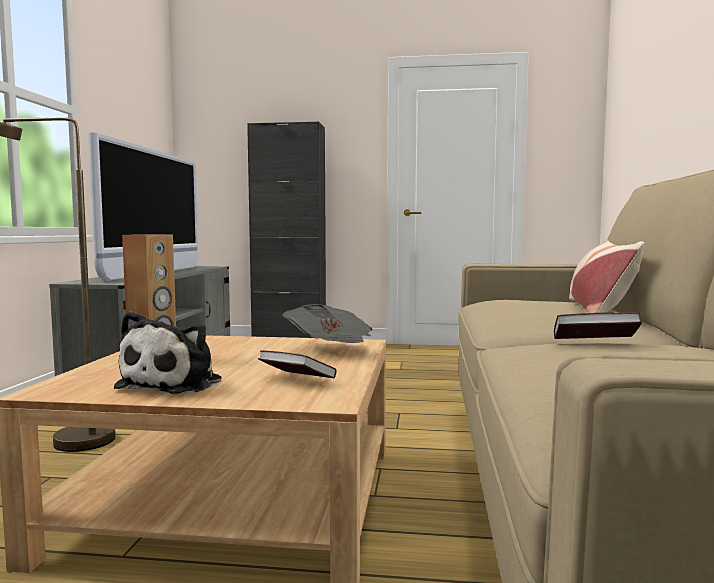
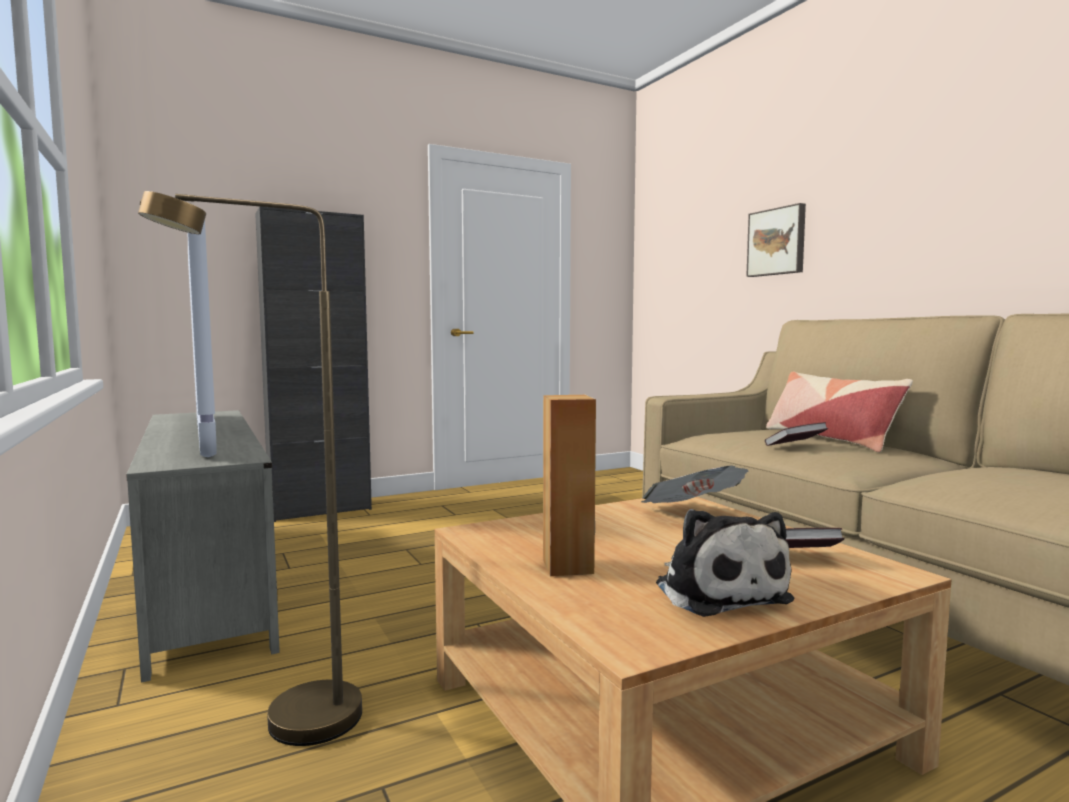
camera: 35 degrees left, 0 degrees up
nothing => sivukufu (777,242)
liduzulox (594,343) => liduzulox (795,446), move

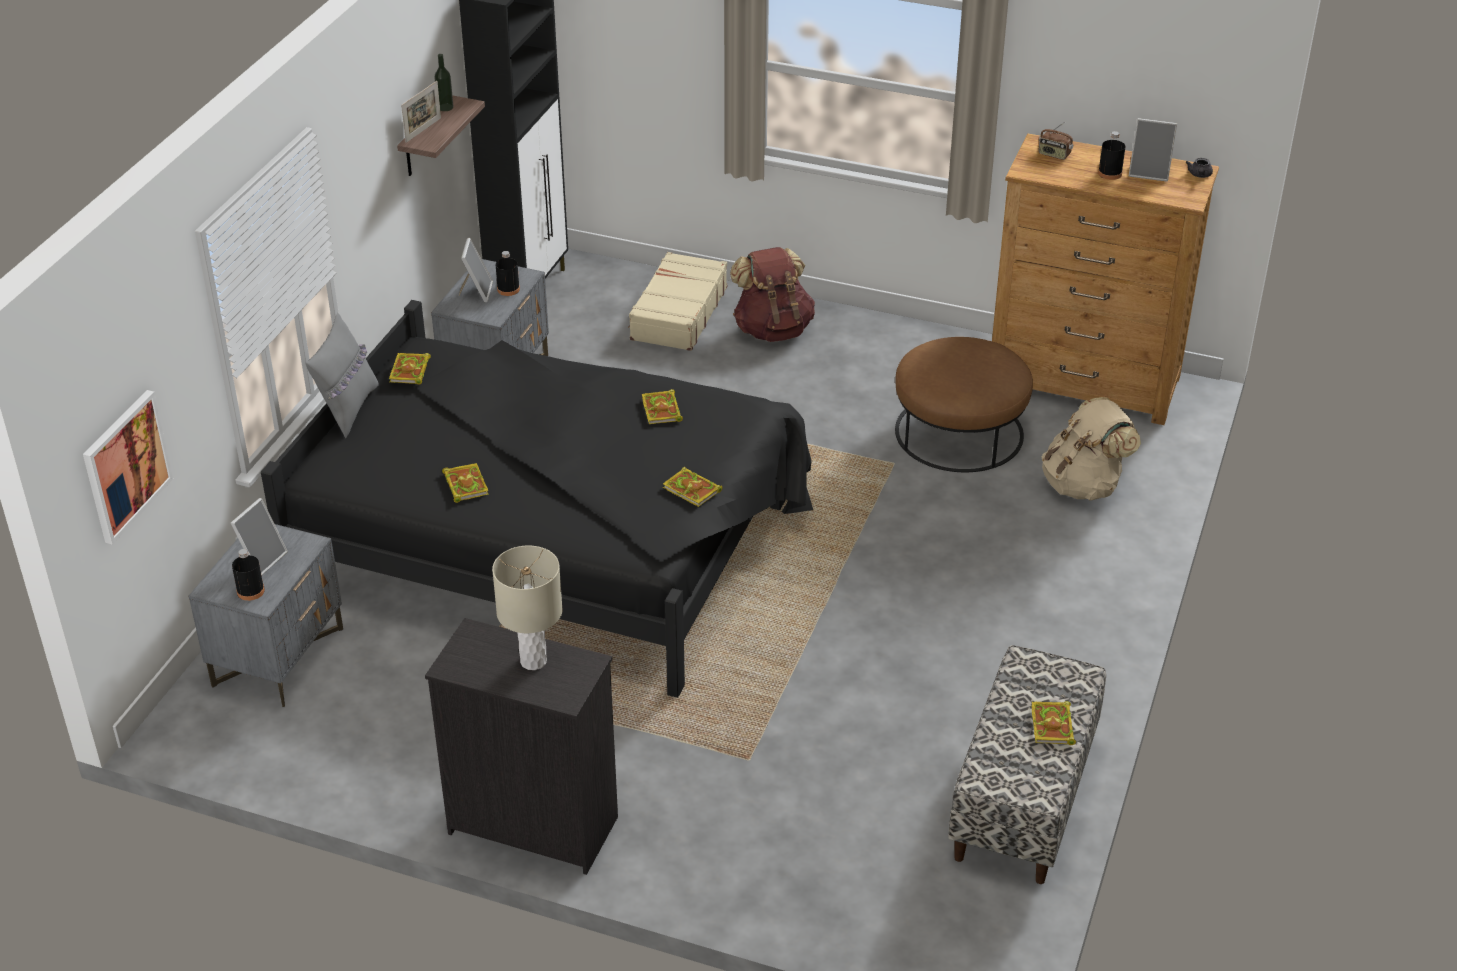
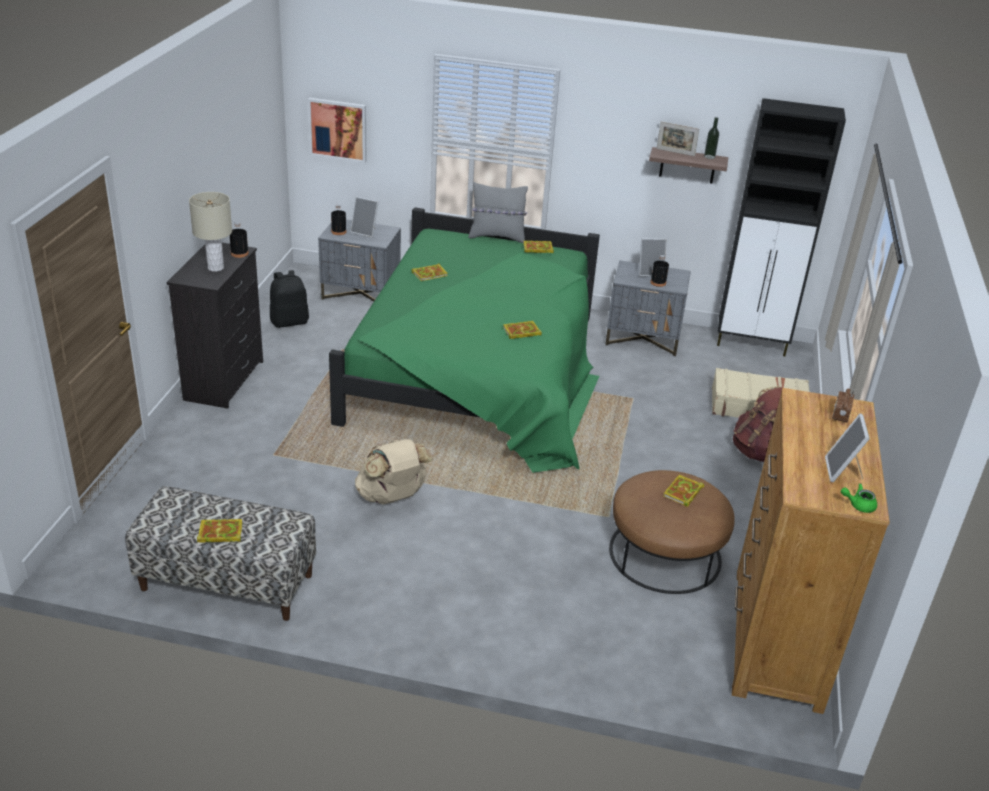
camera: 80 degrees right, 5 degrees down
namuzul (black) (1110,173) => namuzul (black) (239,253), move
nothing => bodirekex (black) (289,322)
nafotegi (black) (558,540) => nafotegi (green) (479,372)
bodirekex (beige) (1084,485) => bodirekex (beige) (392,497), move
liduzulox (693,490) => liduzulox (683,493), move
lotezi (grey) (1199,175) => lotezi (green) (858,505)

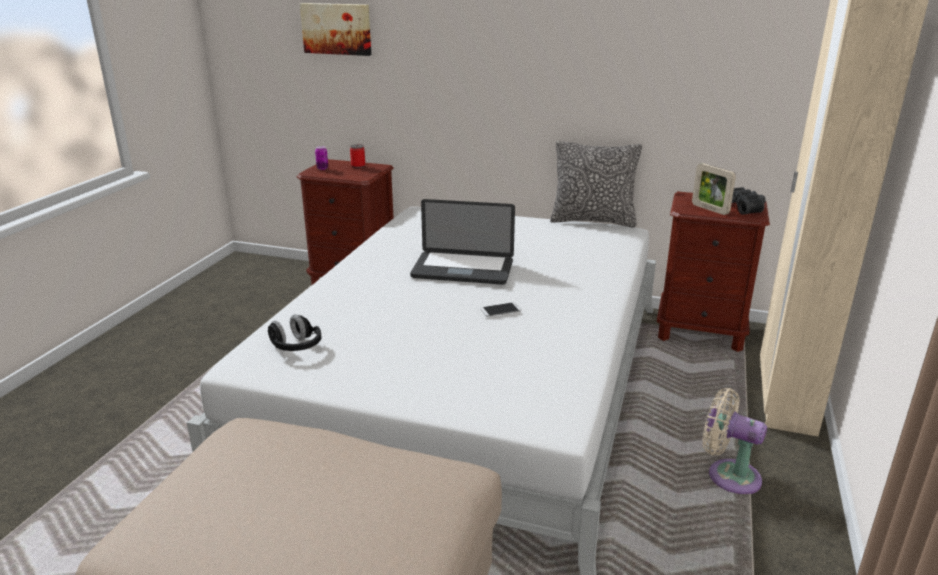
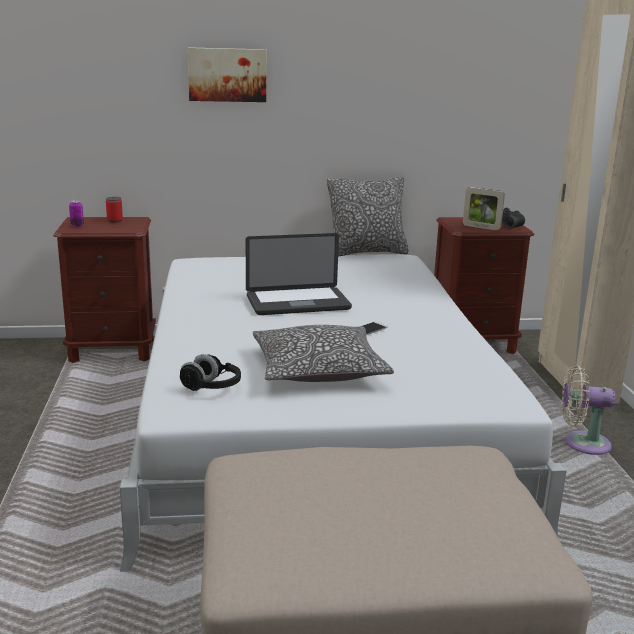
camera: 25 degrees left, 5 degrees down
sivukufu (337,28) => sivukufu (227,74), move
nothing => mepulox (318,370)

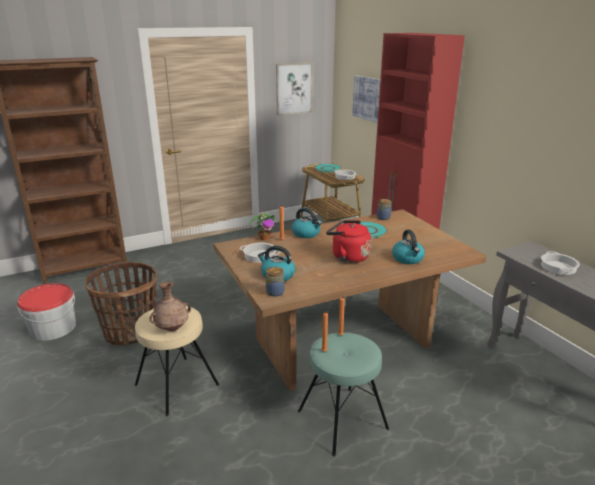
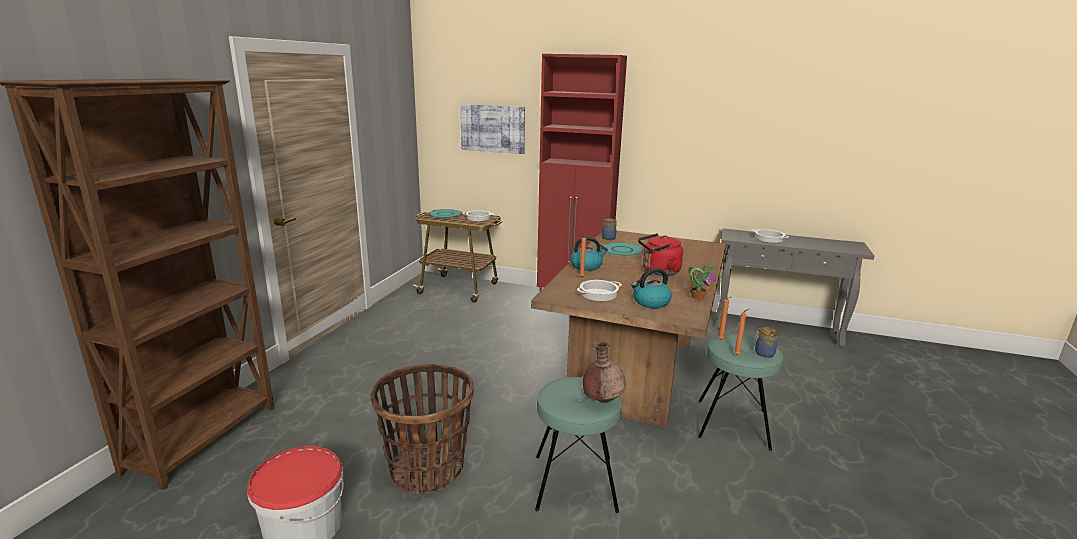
camera: 45 degrees left, 5 degrees down
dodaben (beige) (177,385) => dodaben (turquoise) (574,482)
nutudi (264,238) => nutudi (697,297), move
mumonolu (274,292) => mumonolu (763,353), move
sivukufu (294,88) => nothing
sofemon (408,259) => nothing

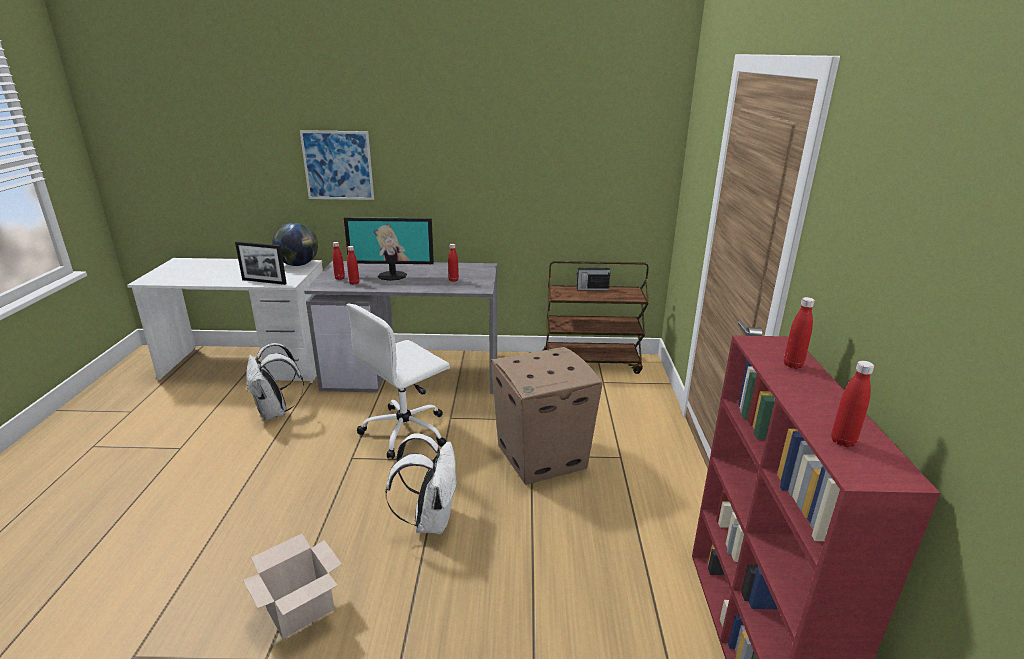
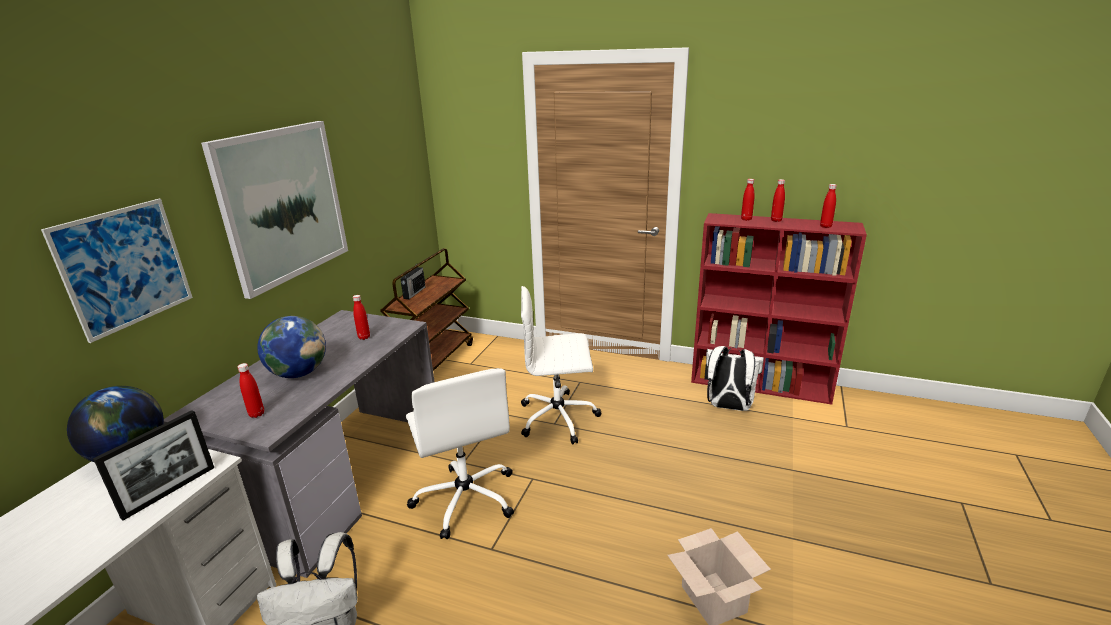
camera: 70 degrees left, 0 degrees up
nothing => sivukufu (283,204)
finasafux (392,275) => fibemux (299,373)
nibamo (543,456) => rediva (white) (559,418)
bodirekex (white) (430,520) => bodirekex (white) (728,407), move
namuzul (red) (354,283) => namuzul (red) (776,220), move

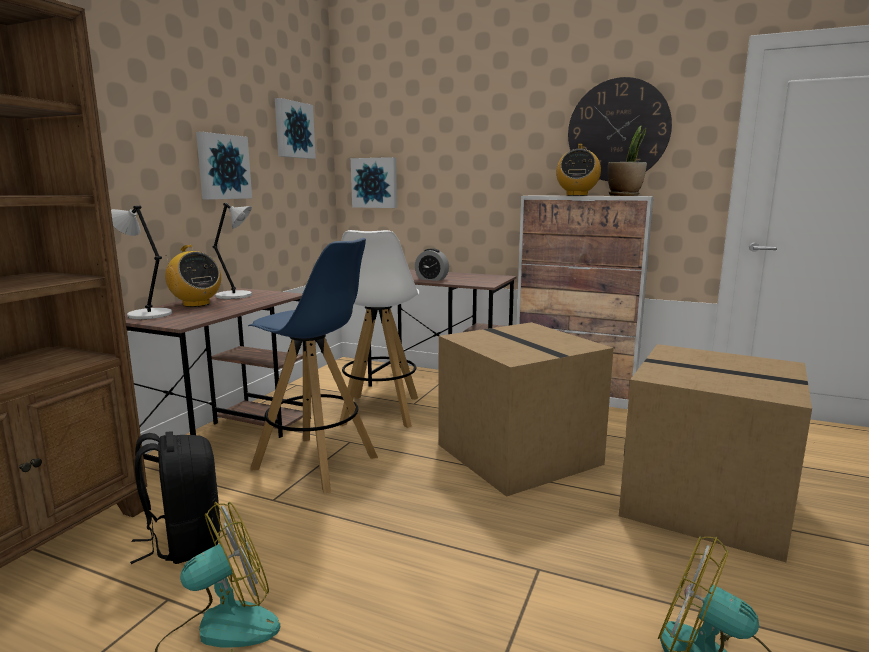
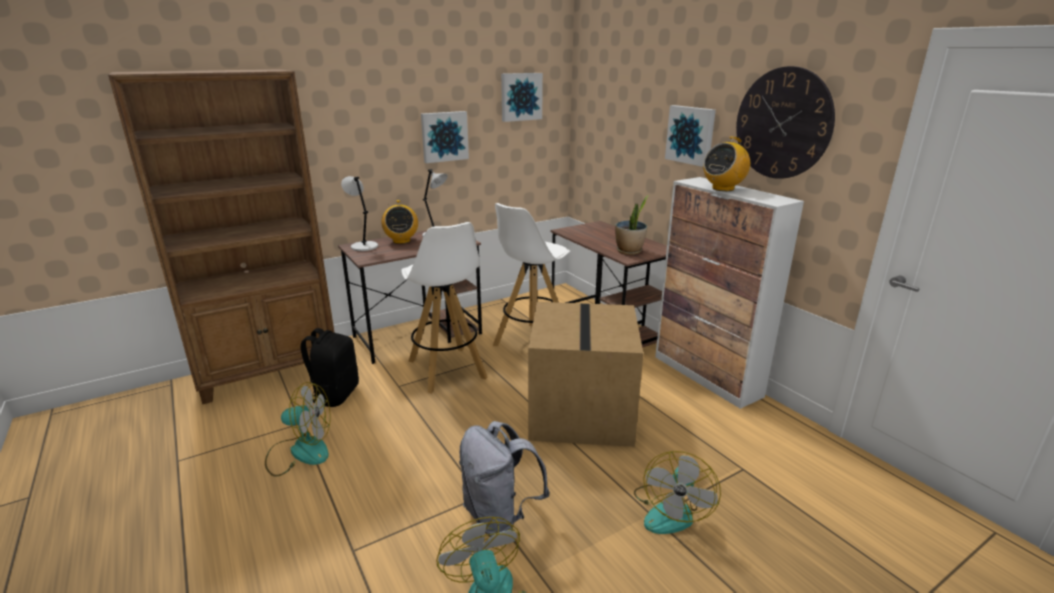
camera: 35 degrees right, 10 degrees up
dodaben (blue) (316,463) => dodaben (white) (447,370)
nothing => bodirekex (grey) (500,517)
nutudi (624,195) => nutudi (629,251), move
nibamo (707,501) => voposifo (671,511)
sivukufu (375,183) => sivukufu (691,135), move
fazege (431,279) => nothing

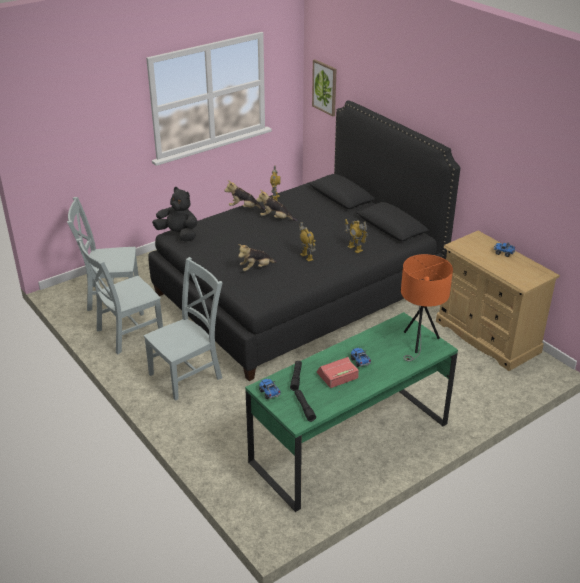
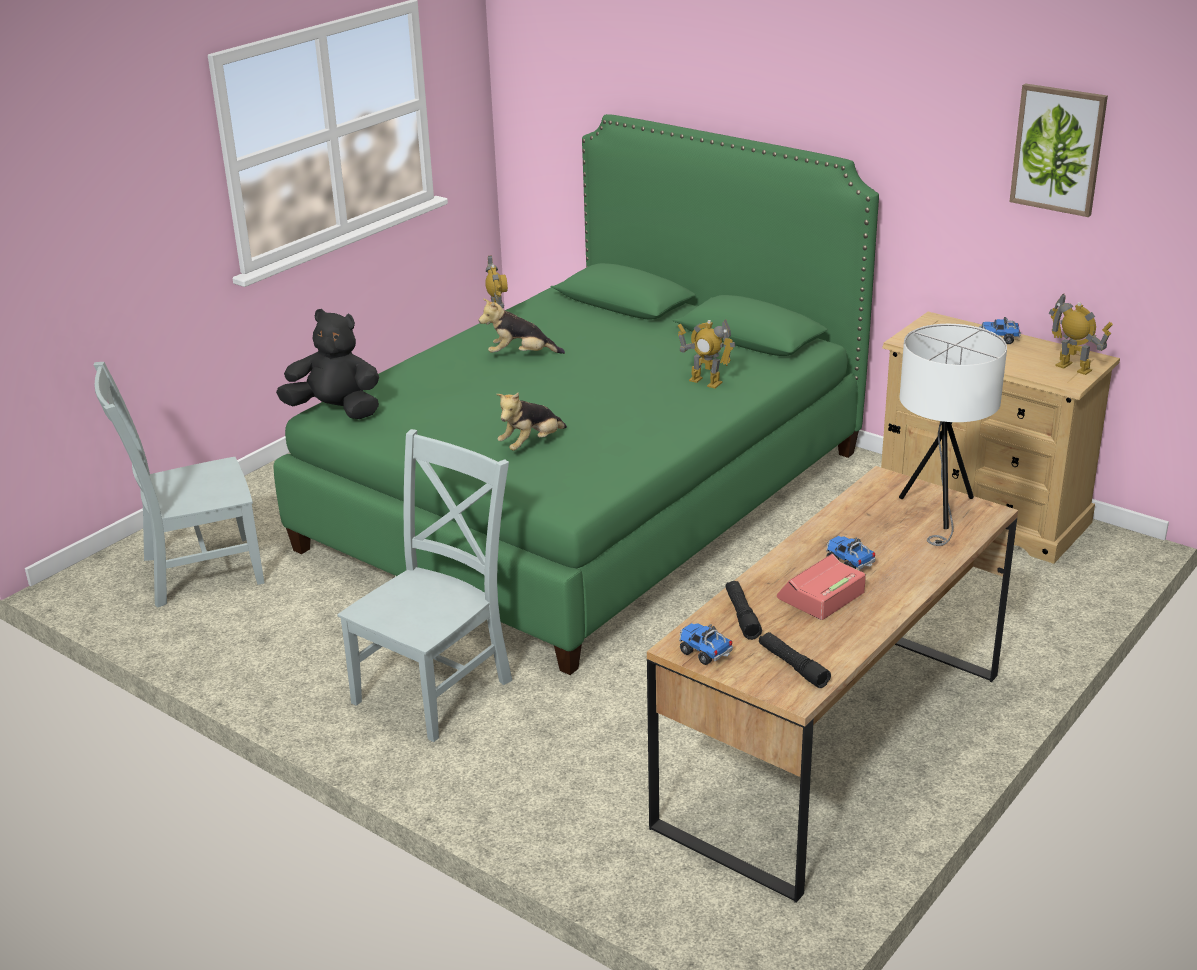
camera: 15 degrees left, 5 degrees down
nafotegi (black) (299,292) => nafotegi (green) (587,498)
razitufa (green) (350,442) => razitufa (brown) (833,747)
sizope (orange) (418,343) => sizope (white) (938,512)
sivukufu (325,87) => sivukufu (1058,149), move
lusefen (306,257) => lusefen (1073,368), move
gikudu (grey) (127,333) => nothing
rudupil (244,208) => nothing

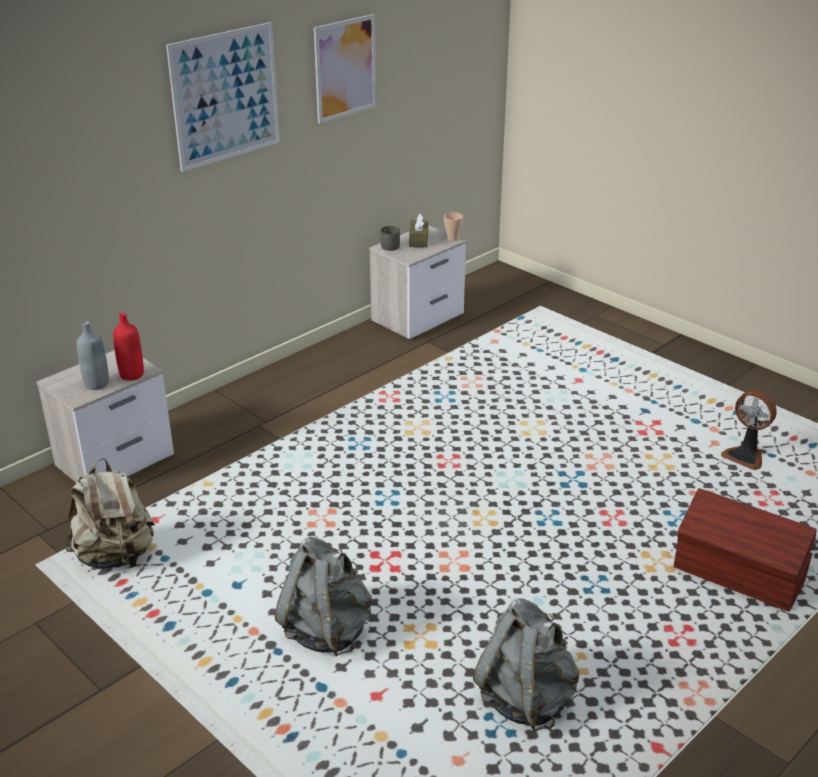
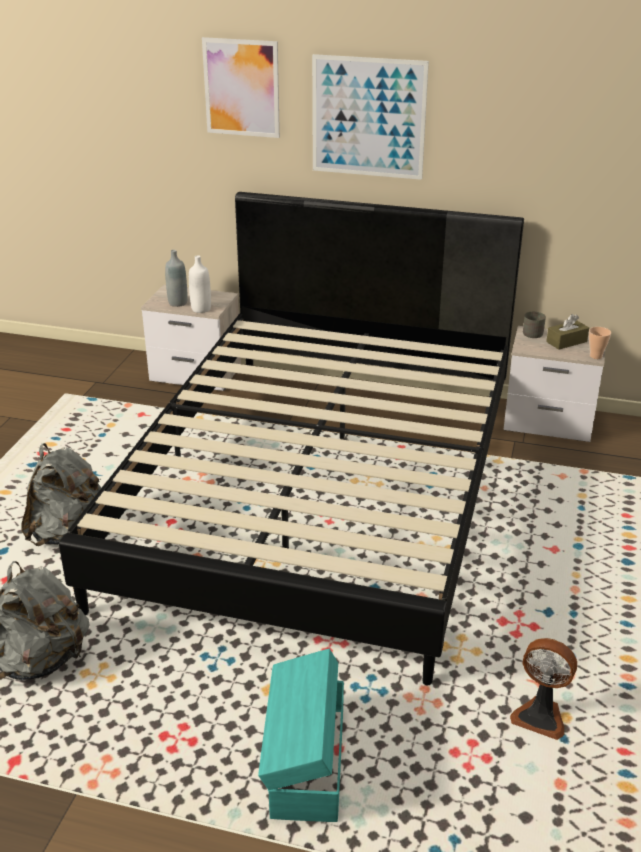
camera: 60 degrees right, 0 degrees up
nothing => nafotegi (black) (321,493)
namuzul (red) (132,375) => namuzul (white) (201,309)
sivukufu (345,68) => sivukufu (241,88), move
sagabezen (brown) (739,576) => sagabezen (turquoise) (305,762)
voposifo (745,456) => voposifo (540,716), 75 degrees counterclockwise
bodirekex (beige) (115,556) => nothing

